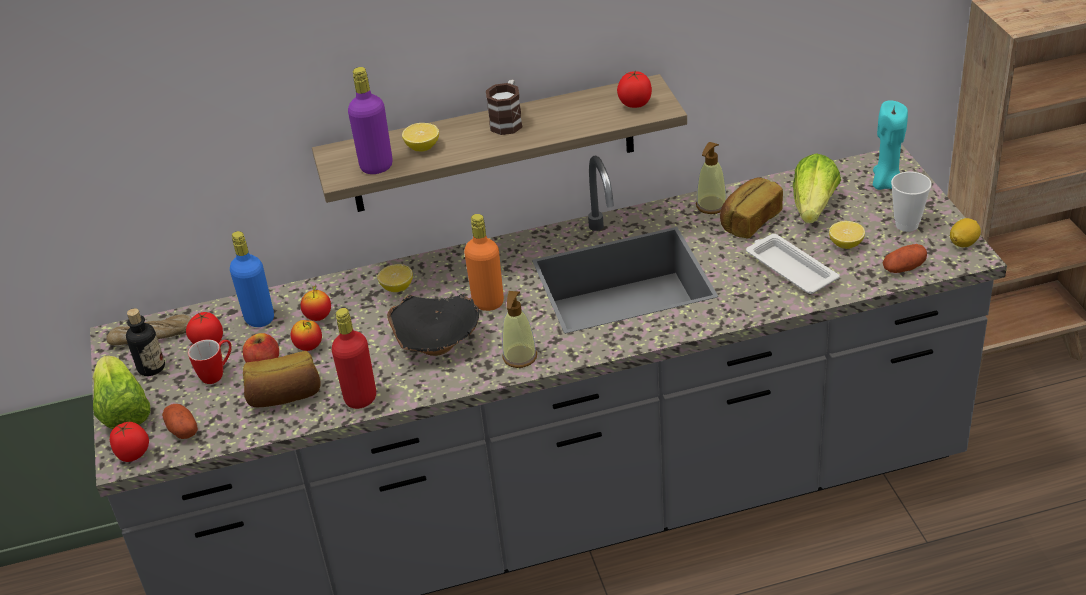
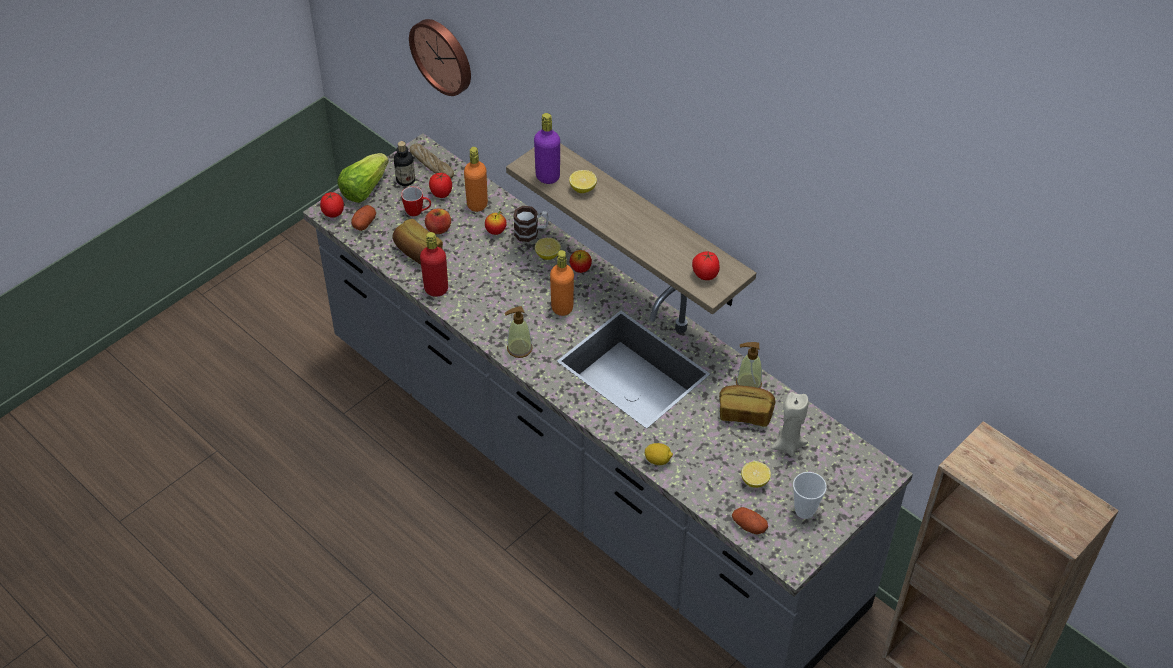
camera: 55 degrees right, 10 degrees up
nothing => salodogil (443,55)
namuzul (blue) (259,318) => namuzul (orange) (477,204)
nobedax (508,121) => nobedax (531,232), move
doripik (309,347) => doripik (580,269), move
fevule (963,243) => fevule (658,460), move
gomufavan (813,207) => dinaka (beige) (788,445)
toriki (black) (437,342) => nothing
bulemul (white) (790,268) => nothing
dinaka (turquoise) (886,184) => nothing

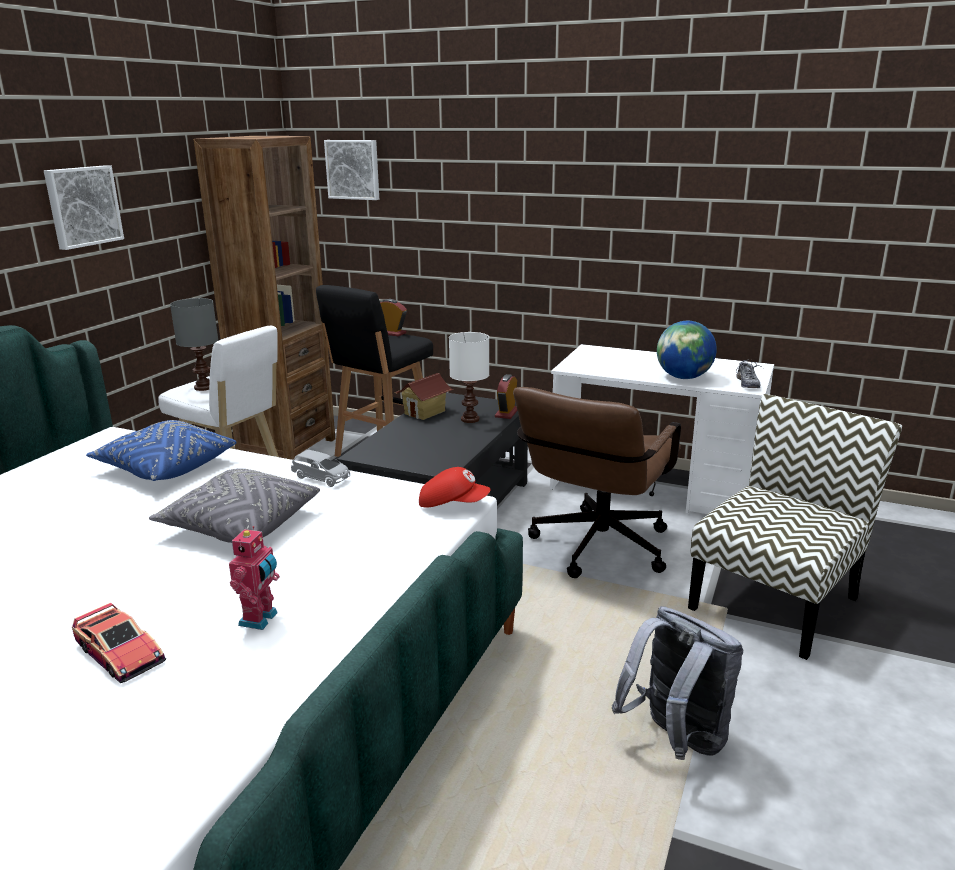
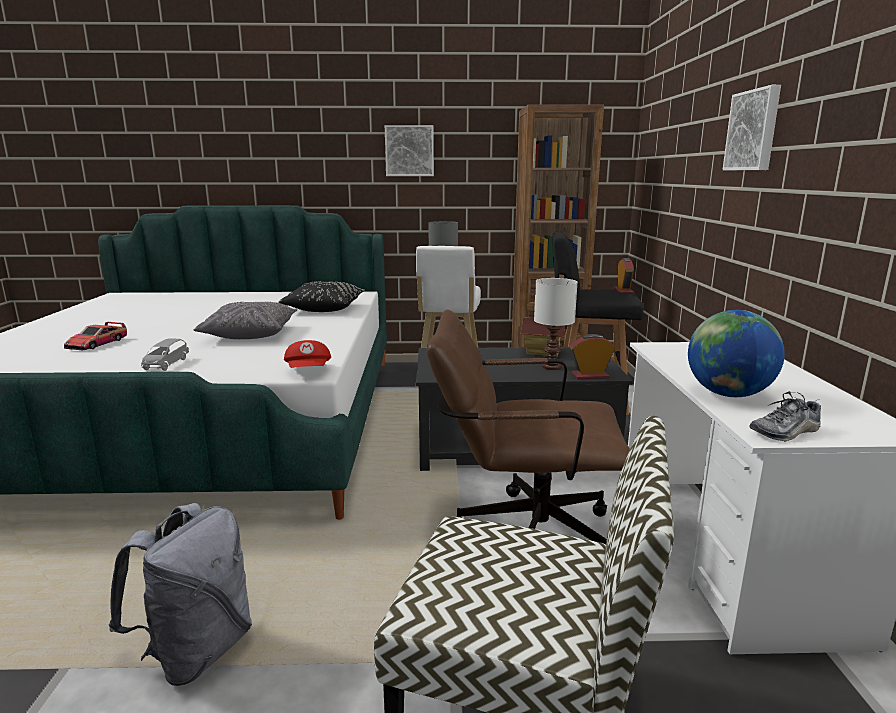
camera: 65 degrees right, 5 degrees down
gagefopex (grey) (322,478) => gagefopex (grey) (166,364), move
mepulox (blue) (165,467) => mepulox (black) (324,308)
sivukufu (353,169) => sivukufu (754,130), move
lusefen (260,619) => nothing

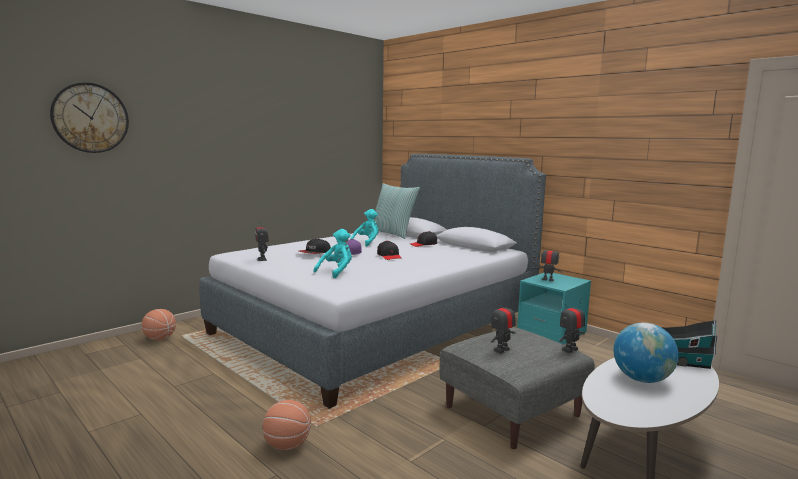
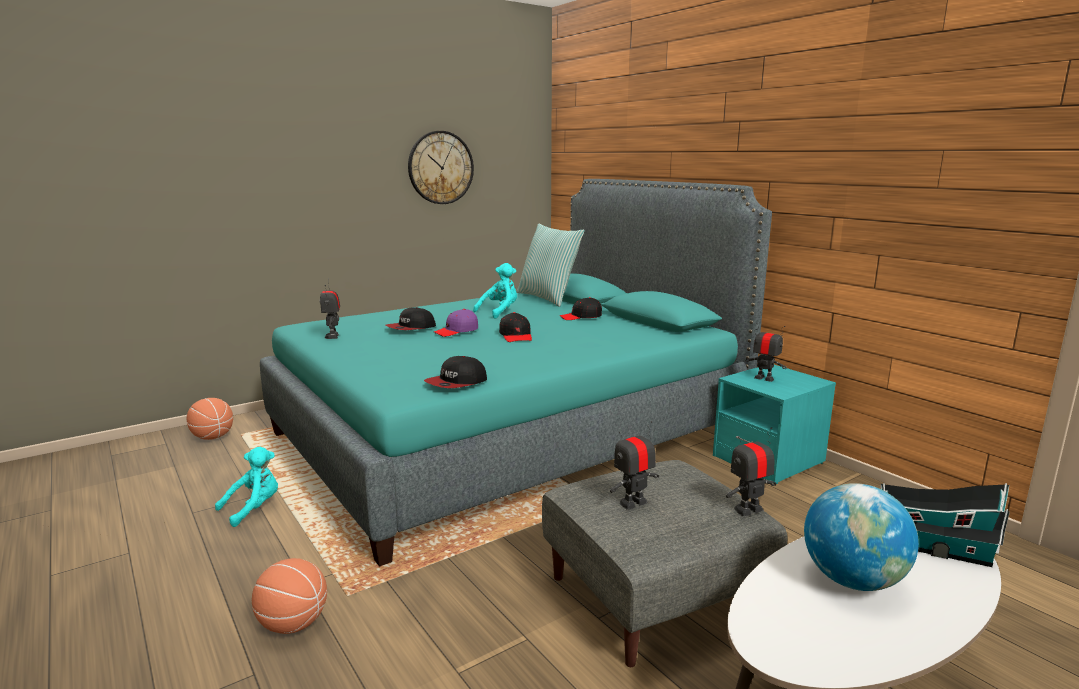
camera: 10 degrees right, 5 degrees up
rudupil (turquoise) (336,272) => rudupil (turquoise) (254,508), move
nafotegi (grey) (378,326) => nafotegi (turquoise) (510,433)
salodogil (90,118) => salodogil (440,167), move
nothing => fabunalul (456,383)

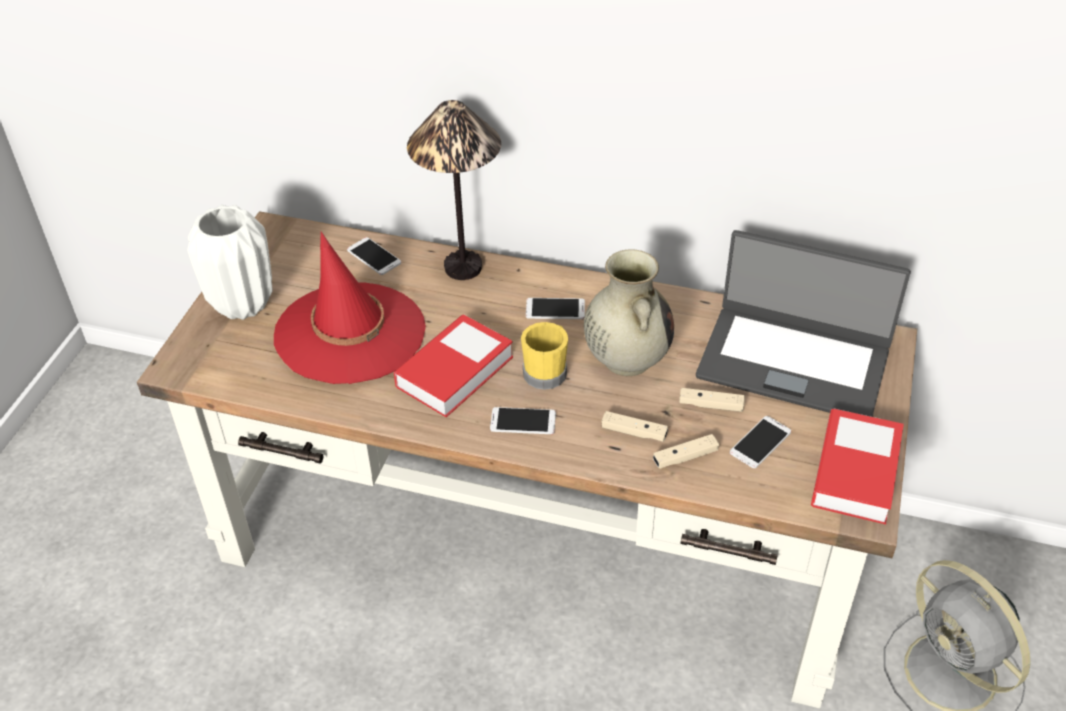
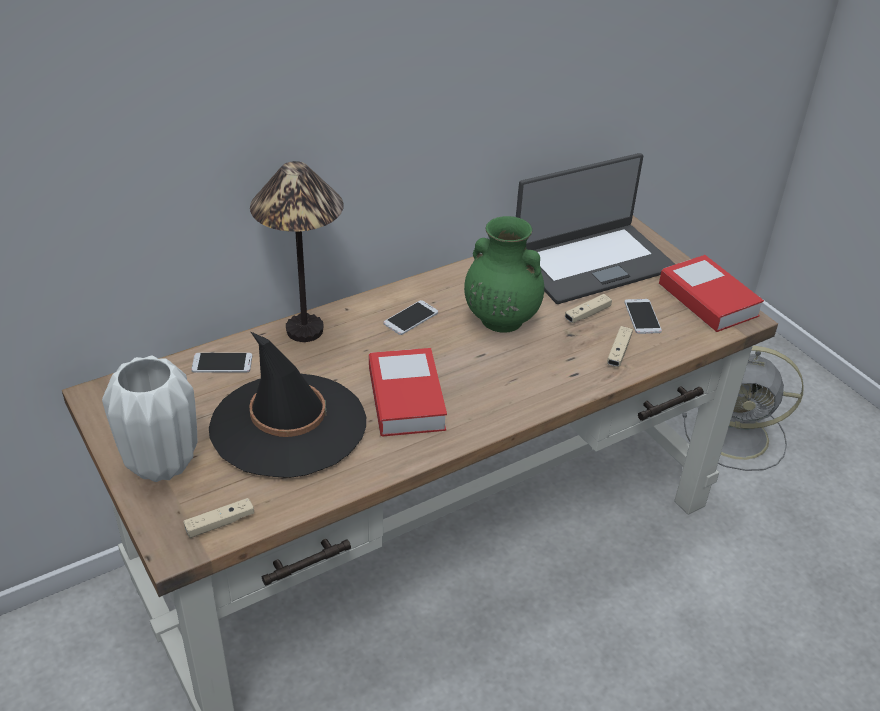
camera: 50 degrees left, 5 degrees down
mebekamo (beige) (634,432) => mebekamo (beige) (220,523), move
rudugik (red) (350,333) => rudugik (black) (288,425)
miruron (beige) (626,358) => miruron (green) (500,319)
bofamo (523,421) => nothing
nobedax (yellow) (547,370) => nothing

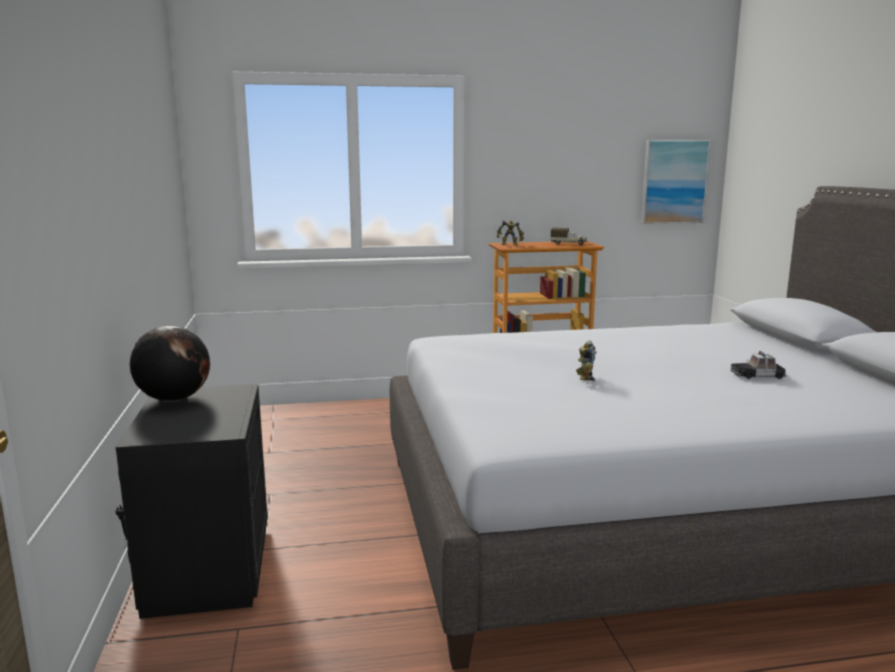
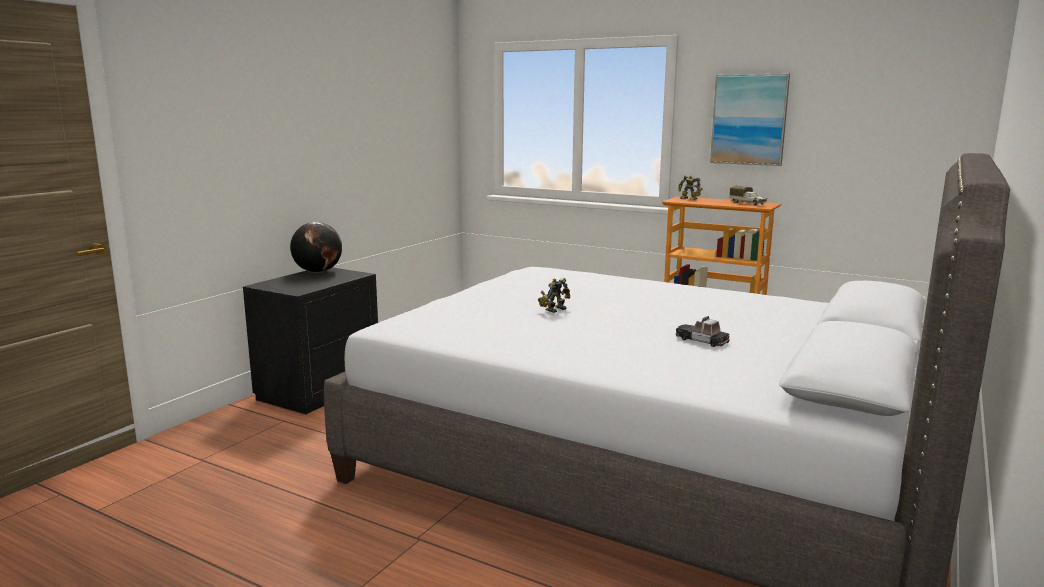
camera: 40 degrees right, 0 degrees up
sivukufu (674,182) => sivukufu (749,119), move

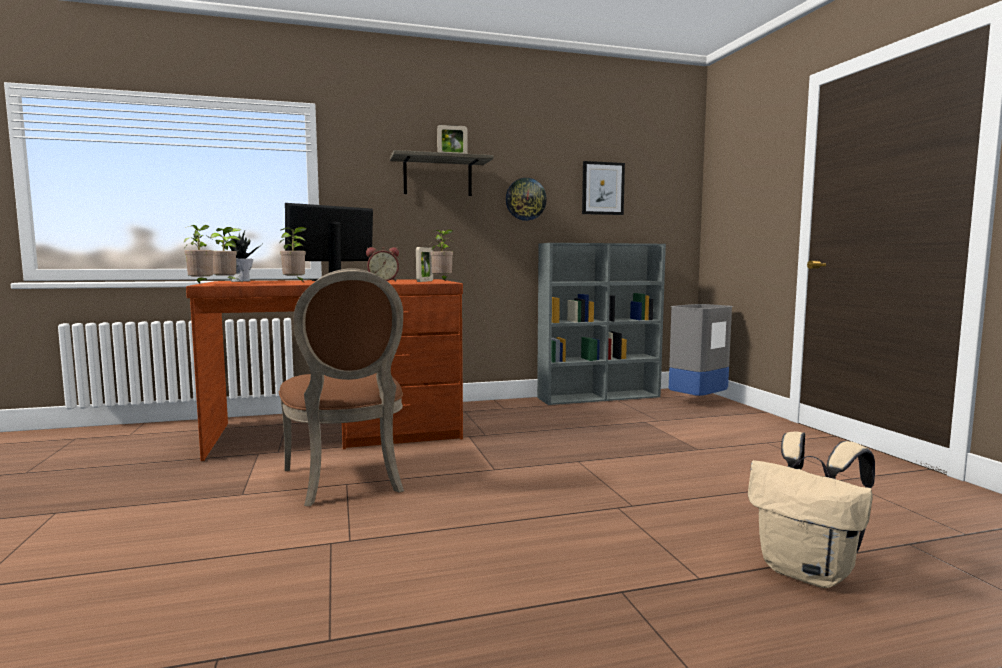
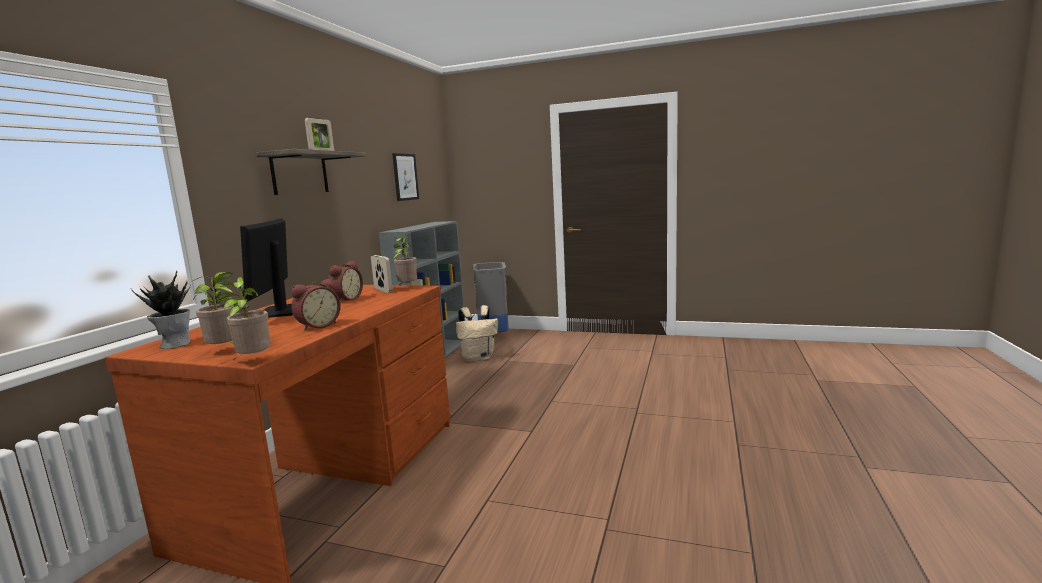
camera: 55 degrees left, 5 degrees up
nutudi (295,283) => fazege (318,326)
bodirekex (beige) (808,572) => bodirekex (beige) (478,358), move
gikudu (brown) (348,481) => nothing
salodogil (525,199) => nothing

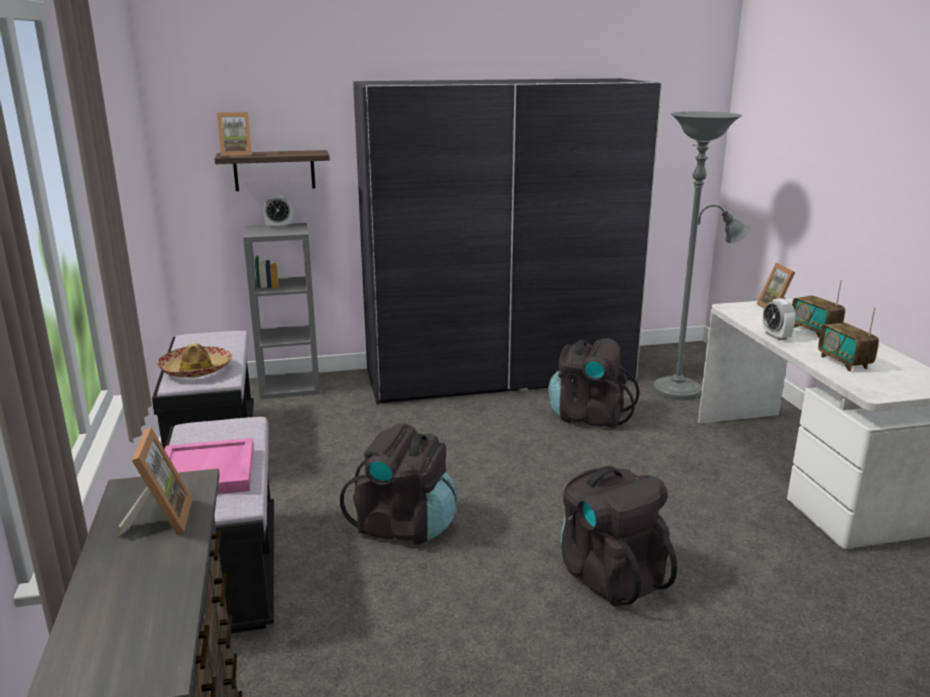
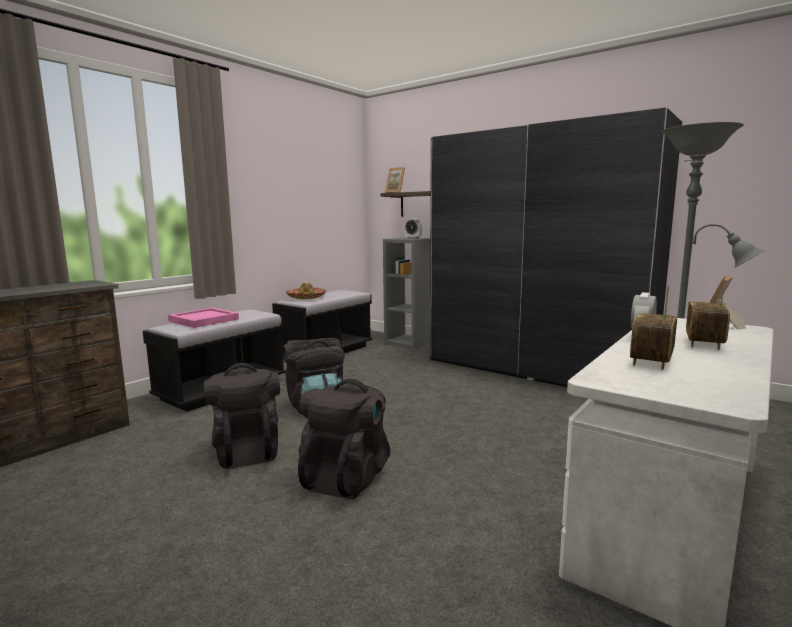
camera: 50 degrees right, 10 degrees down
bodirekex (black) (589,416) => bodirekex (black) (246,451), move
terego (160,519) => nothing

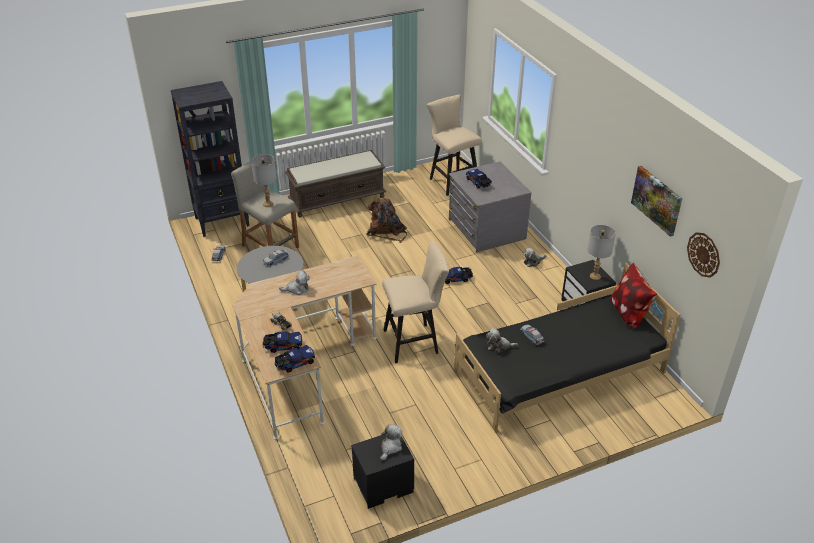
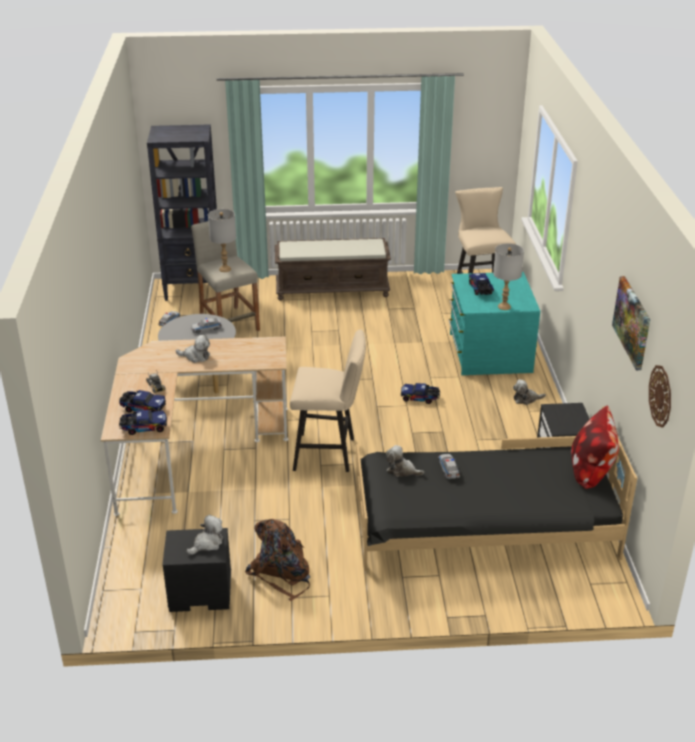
camera: 20 degrees right, 5 degrees down
bodirekex (brown) (386,231) => bodirekex (brown) (281,573), move
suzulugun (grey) (485,229) => suzulugun (turquoise) (488,353)
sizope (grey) (595,276) => sizope (grey) (504,306), move

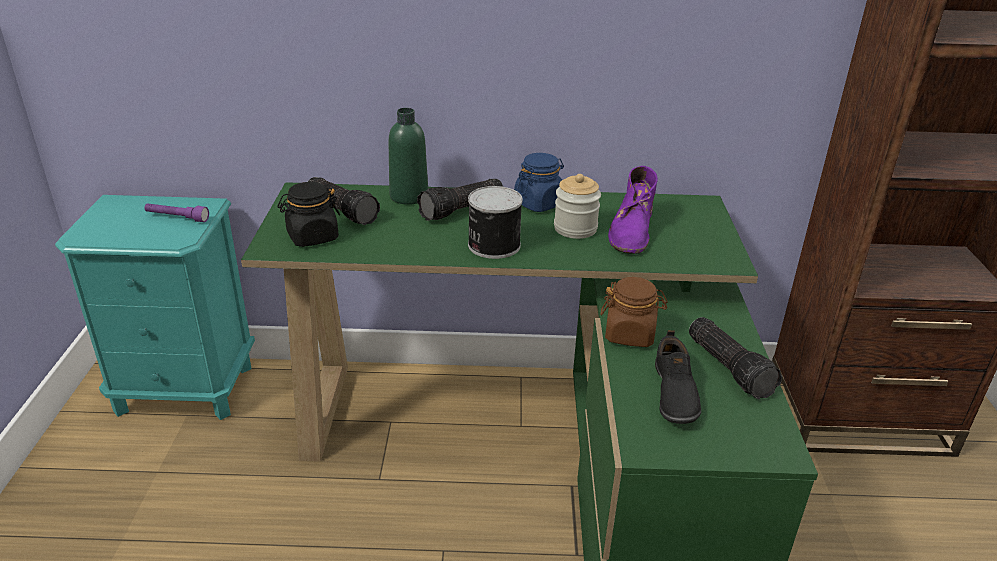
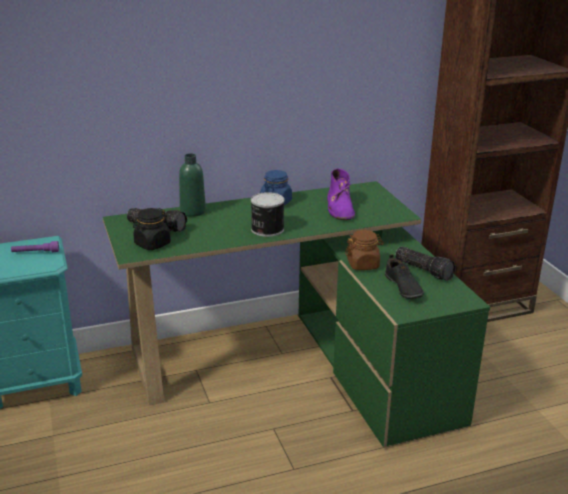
camera: 20 degrees left, 5 degrees down
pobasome (462,210) => nothing
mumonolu (575,229) => nothing

